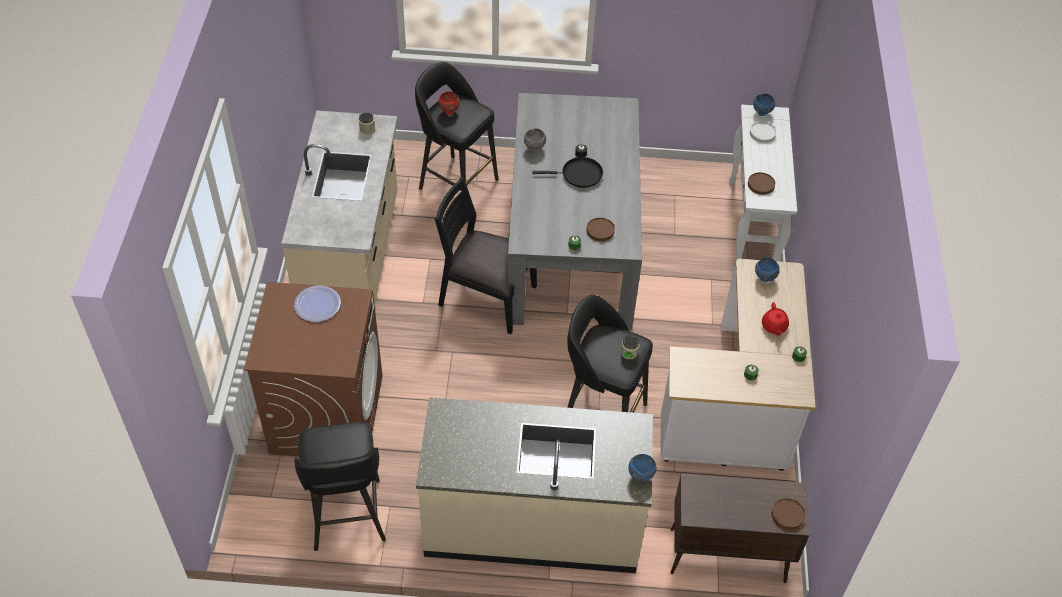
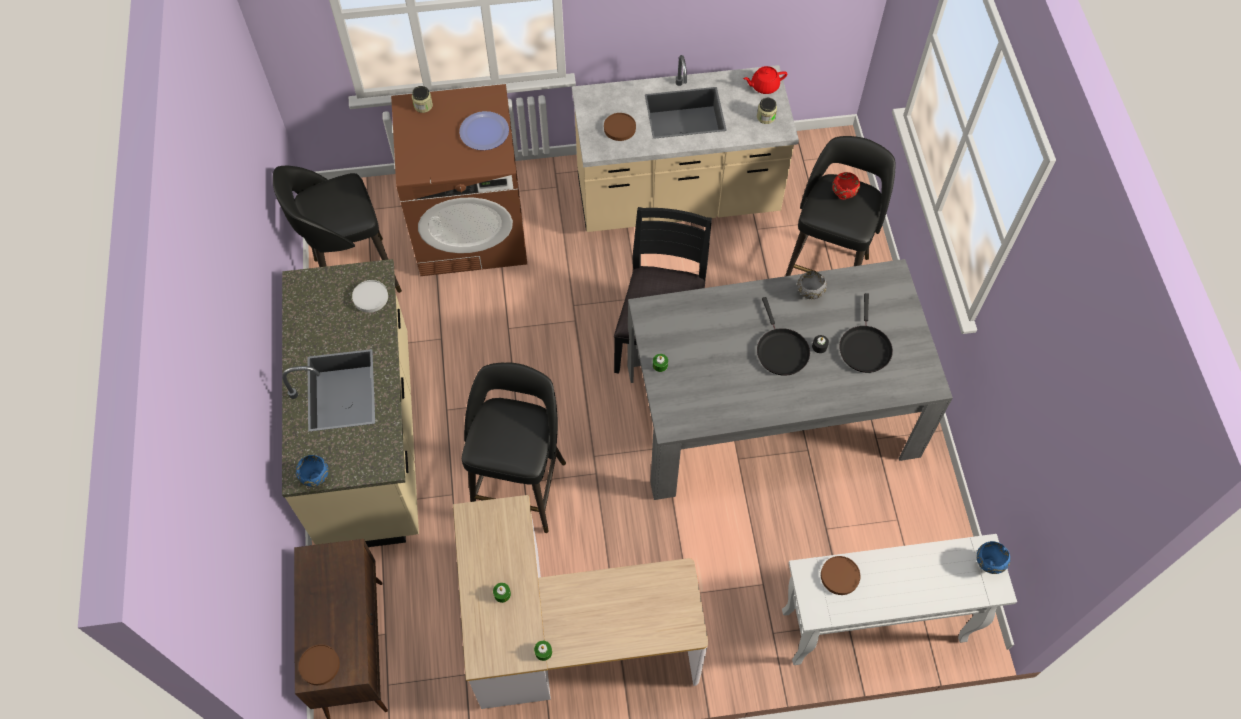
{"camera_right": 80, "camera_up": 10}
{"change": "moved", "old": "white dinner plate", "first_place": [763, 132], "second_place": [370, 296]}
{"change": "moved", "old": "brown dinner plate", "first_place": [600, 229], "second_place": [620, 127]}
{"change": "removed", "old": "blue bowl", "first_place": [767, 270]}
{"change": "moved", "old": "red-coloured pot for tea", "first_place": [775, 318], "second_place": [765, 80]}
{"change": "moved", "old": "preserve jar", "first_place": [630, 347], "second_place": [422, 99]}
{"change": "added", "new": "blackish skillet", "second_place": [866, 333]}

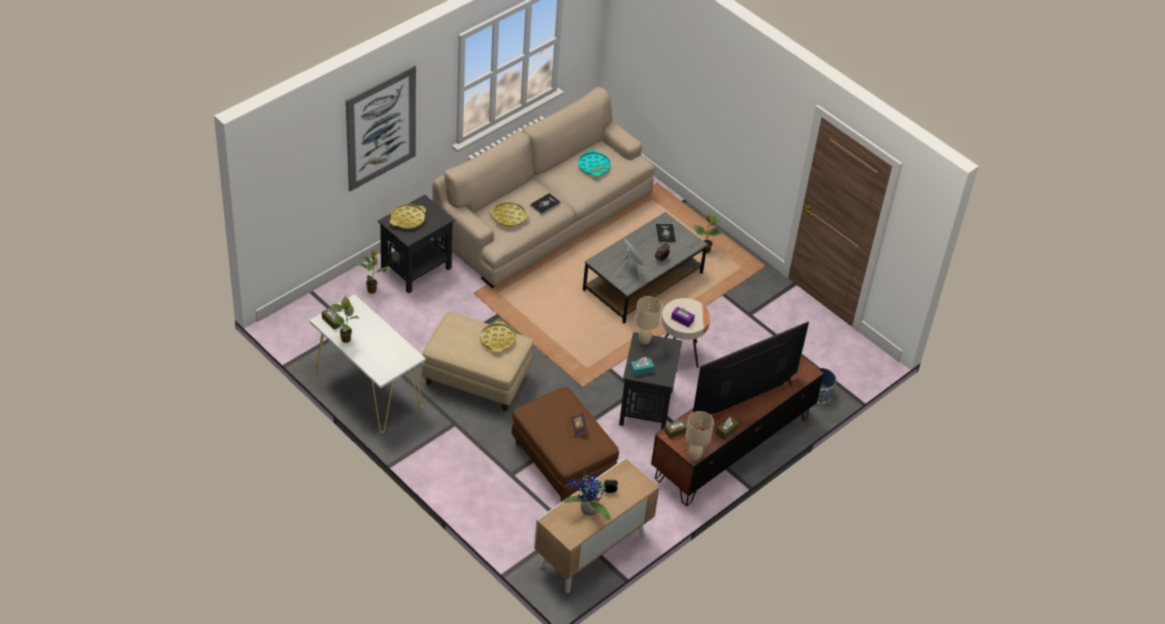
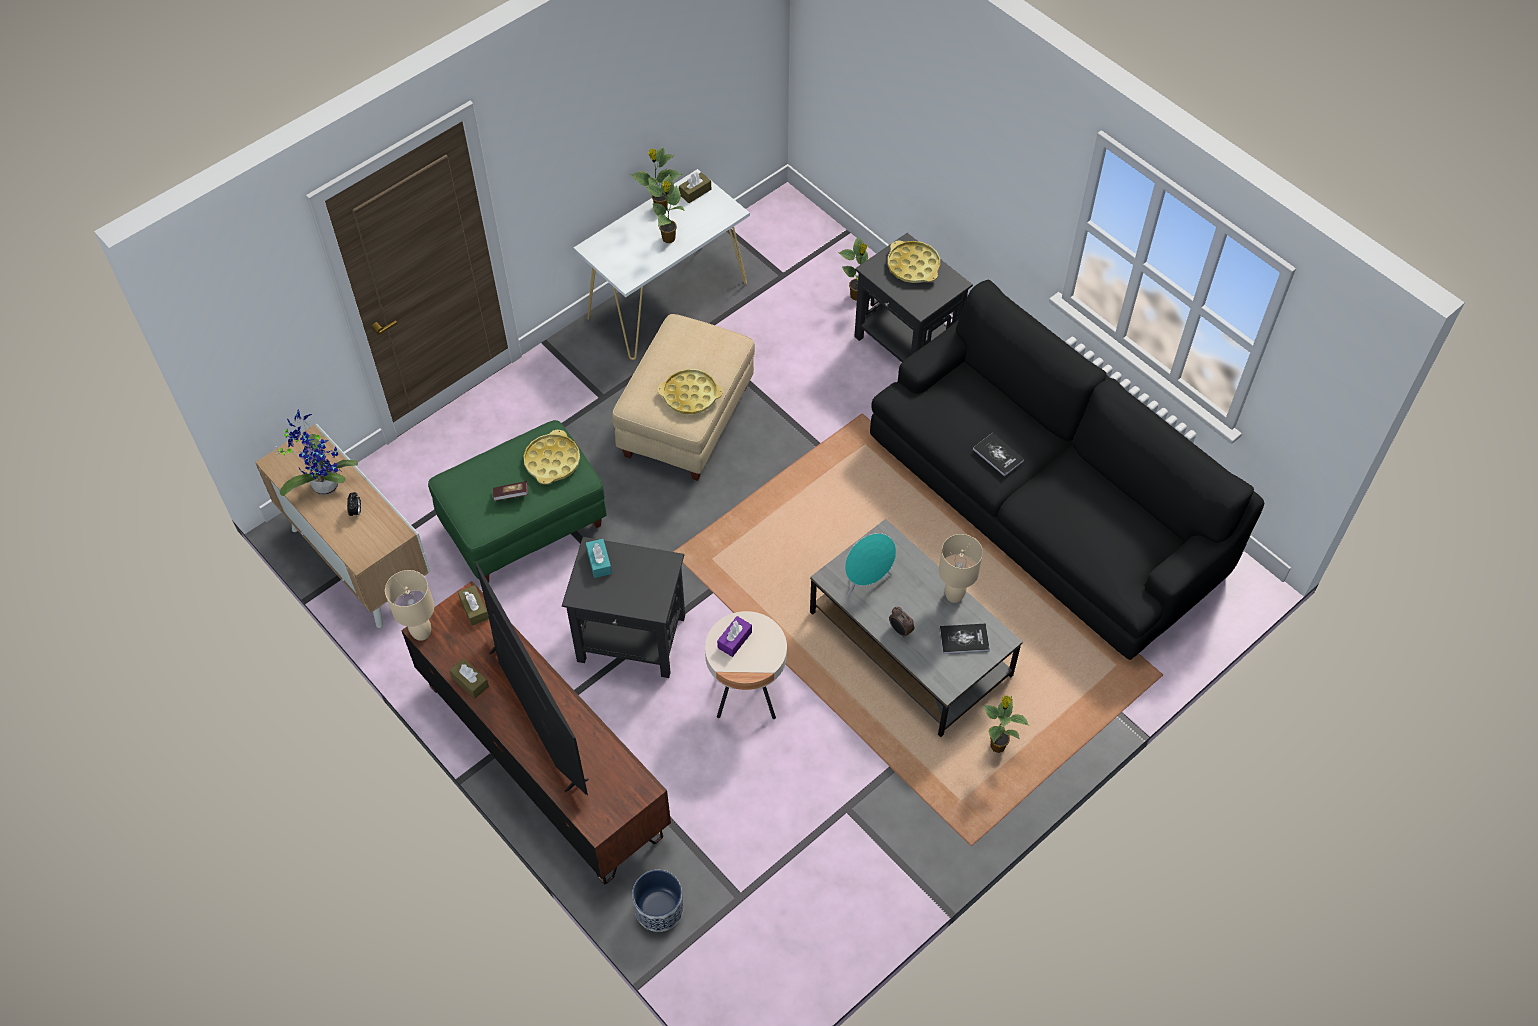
{"camera_right": 95, "camera_up": 10}
{"change": "removed", "old": "wall art", "first_place": [381, 128]}
{"change": "recoloured", "old": "sand-coloured settee", "new": "blackish settee", "first_place": [543, 187], "second_place": [1067, 470]}
{"change": "removed", "old": "turquoise tray", "first_place": [594, 163]}
{"change": "moved", "old": "yellowish tray", "first_place": [509, 214], "second_place": [551, 457]}
{"change": "moved", "old": "sand-coloured table lamp", "first_place": [648, 320], "second_place": [961, 568]}
{"change": "recoloured", "old": "brown ottoman", "new": "green ottoman", "first_place": [565, 444], "second_place": [517, 501]}
{"change": "added", "new": "potted plant", "second_place": [665, 208]}

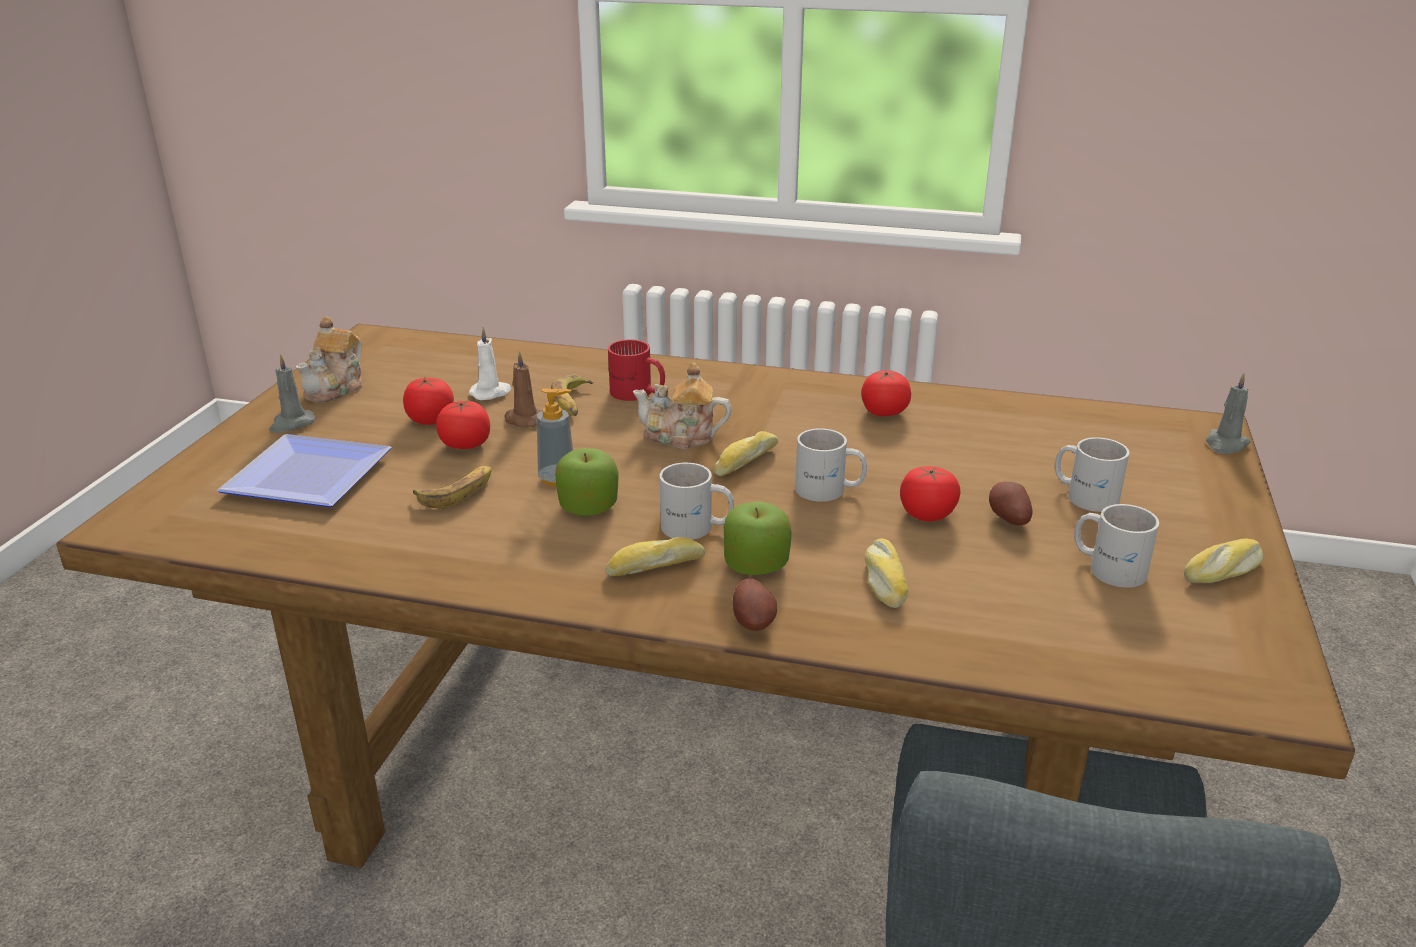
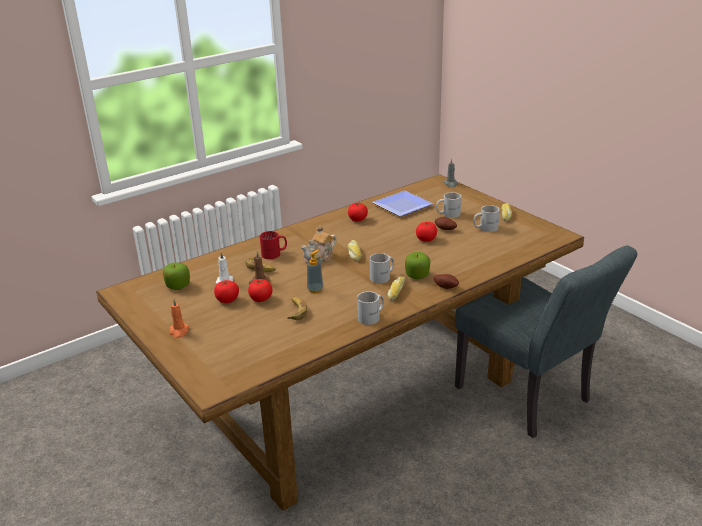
{"camera_right": -50, "camera_up": 0}
{"change": "removed", "old": "pot for tea", "first_place": [329, 359]}
{"change": "recoloured", "old": "gray wax light", "new": "orange wax light", "first_place": [292, 393], "second_place": [179, 318]}
{"change": "moved", "old": "white tea mug", "first_place": [831, 465], "second_place": [370, 308]}
{"change": "moved", "old": "dinner plate", "first_place": [304, 470], "second_place": [403, 204]}
{"change": "moved", "old": "whole apple", "first_place": [587, 482], "second_place": [176, 276]}
{"change": "removed", "old": "bread", "first_place": [886, 573]}

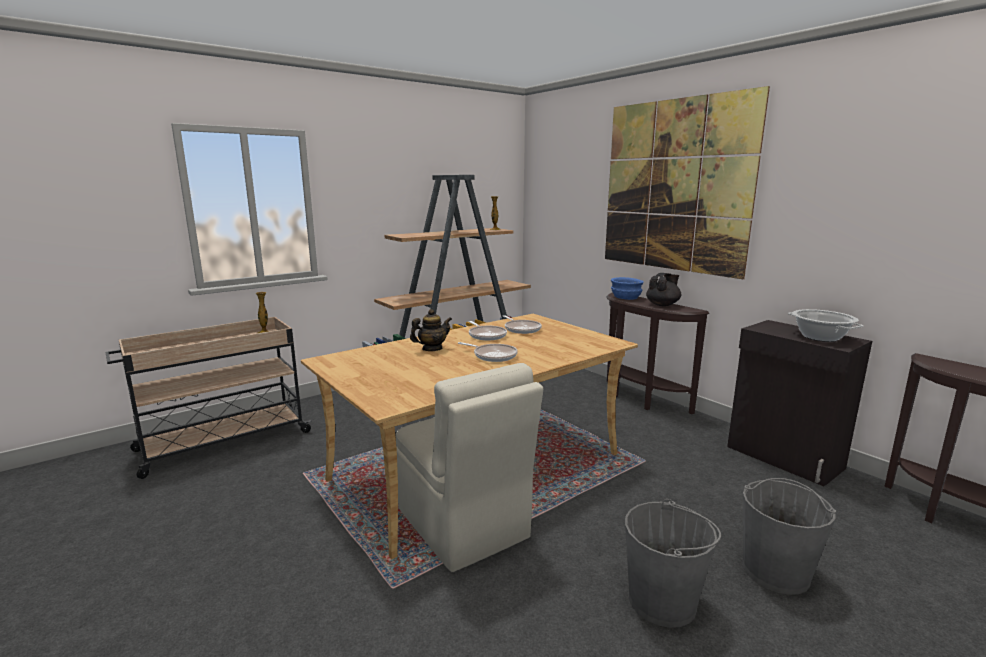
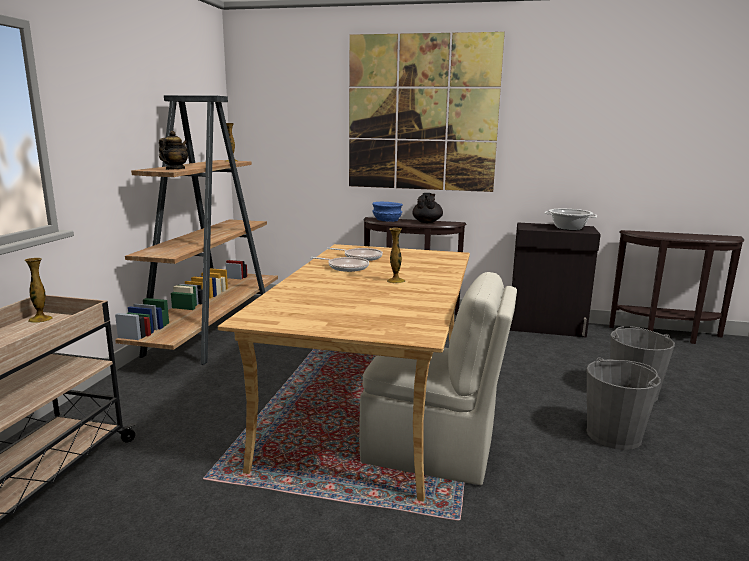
{"camera_right": -40, "camera_up": 0}
{"change": "moved", "old": "pot for tea", "first_place": [431, 330], "second_place": [173, 150]}
{"change": "replaced", "old": "skillet", "new": "flower vase", "first_place": [488, 352], "second_place": [396, 255]}

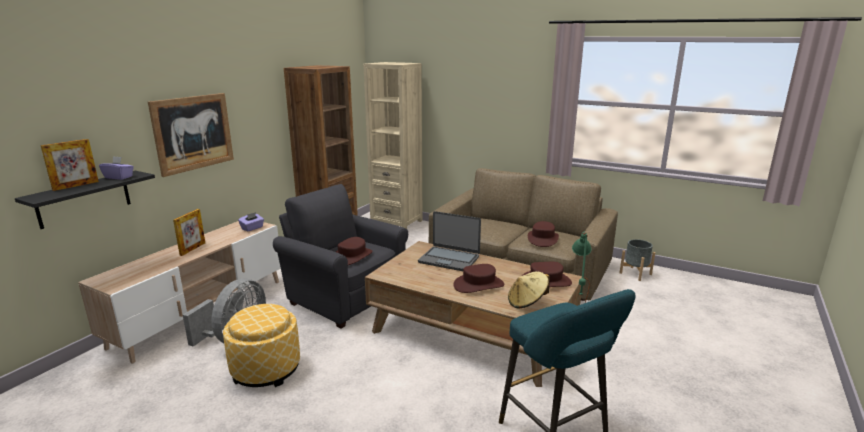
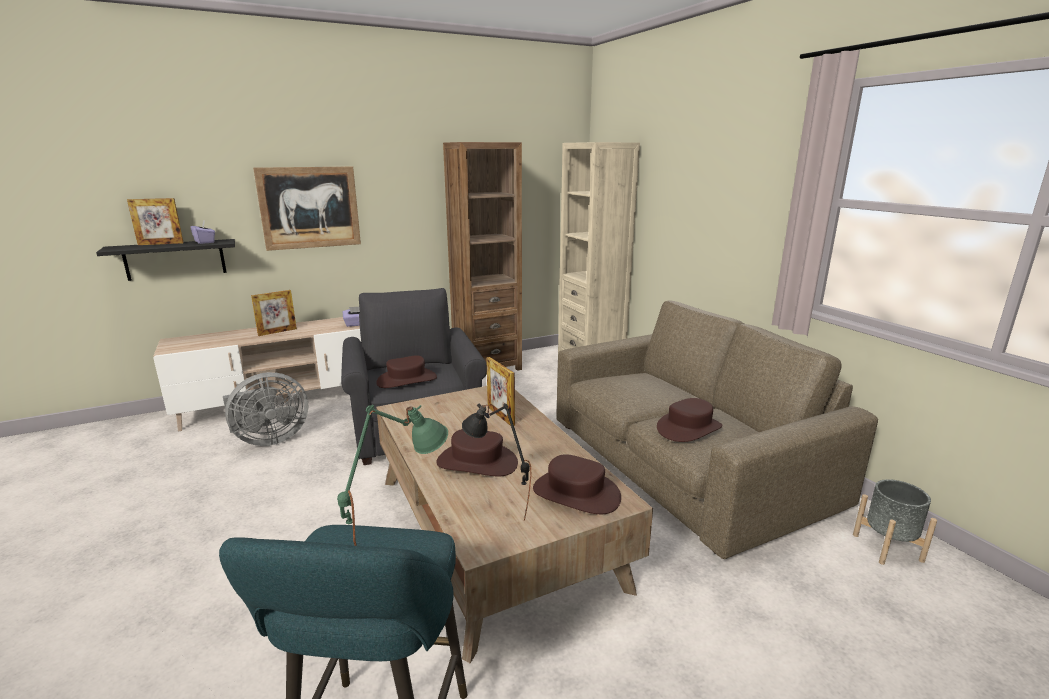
{"camera_right": 35, "camera_up": 0}
{"change": "replaced", "old": "laptop", "new": "picture frame", "first_place": [449, 241], "second_place": [500, 391]}
{"change": "replaced", "old": "sand-coloured wearable hat", "new": "blackish table lamp", "first_place": [529, 289], "second_place": [497, 462]}
{"change": "removed", "old": "ottoman", "first_place": [261, 345]}

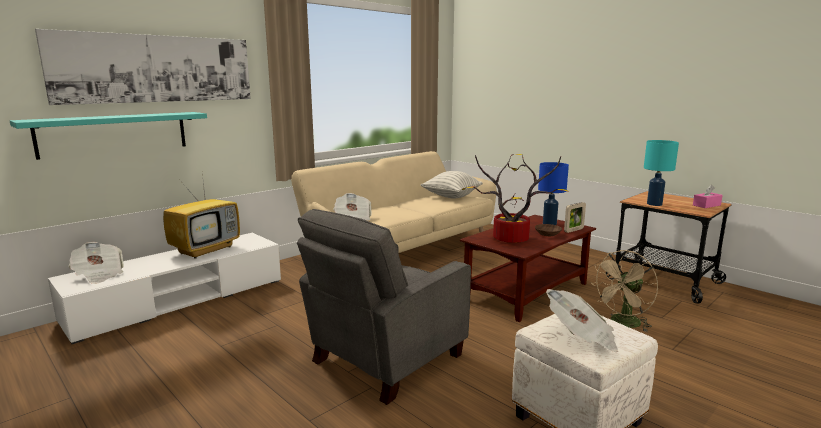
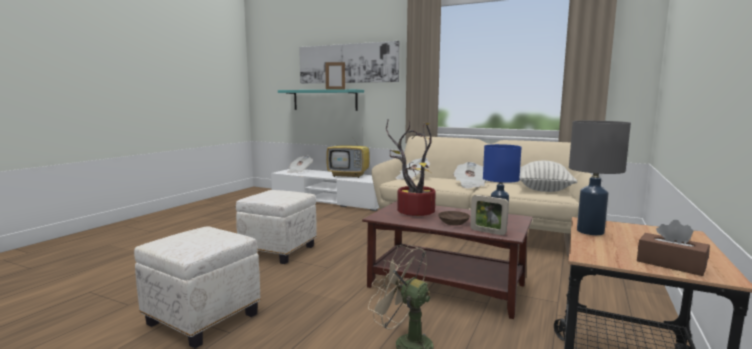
{"camera_right": 70, "camera_up": -5}
{"change": "recoloured", "old": "turquoise table lamp", "new": "gray table lamp", "first_place": [661, 173], "second_place": [600, 178]}
{"change": "recoloured", "old": "pinkish box of tissues", "new": "brown box of tissues", "first_place": [708, 196], "second_place": [673, 248]}
{"change": "replaced", "old": "gray armchair", "new": "white ottoman", "first_place": [384, 307], "second_place": [276, 227]}
{"change": "moved", "old": "daily paper", "first_place": [582, 320], "second_place": [470, 175]}
{"change": "added", "new": "picture frame", "second_place": [335, 75]}

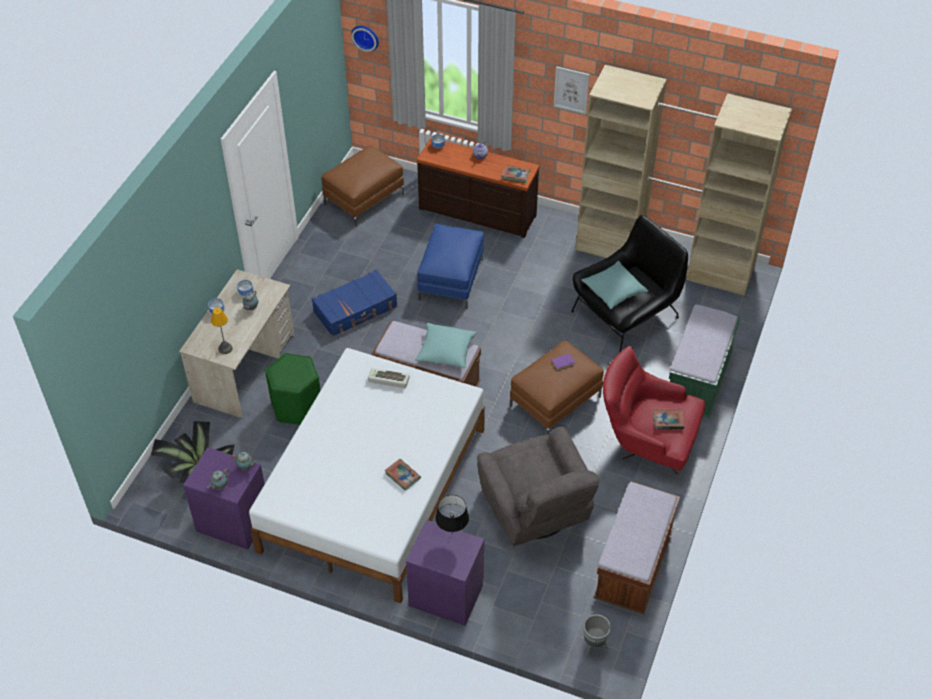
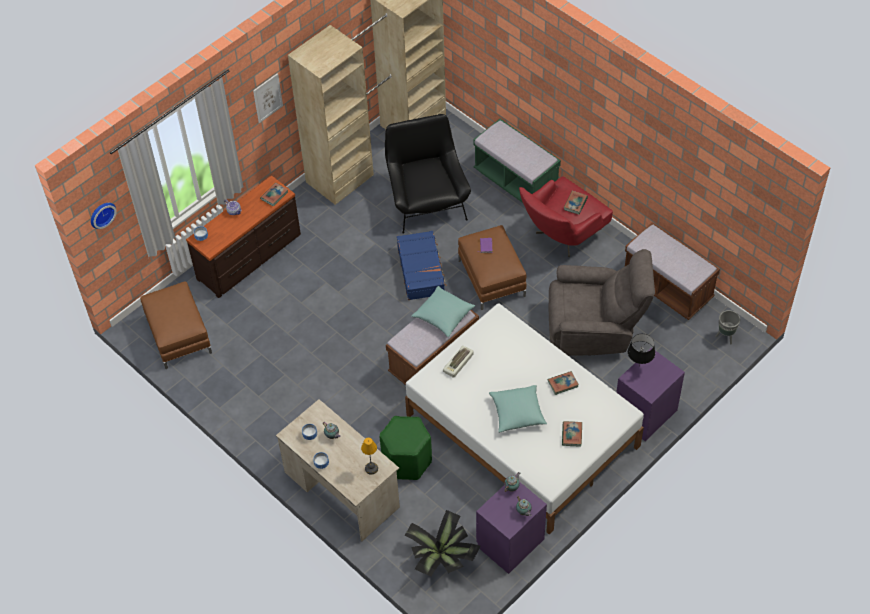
{"camera_right": -65, "camera_up": 5}
{"change": "removed", "old": "blue ottoman", "first_place": [450, 266]}
{"change": "moved", "old": "turquoise throw pillow", "first_place": [615, 285], "second_place": [518, 409]}
{"change": "moved", "old": "blue suitcase", "first_place": [354, 303], "second_place": [422, 265]}
{"change": "added", "new": "bound book", "second_place": [572, 434]}

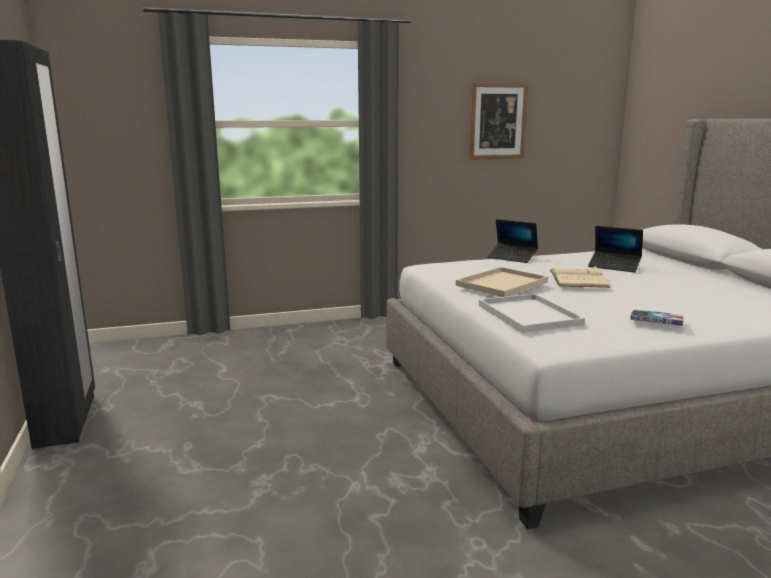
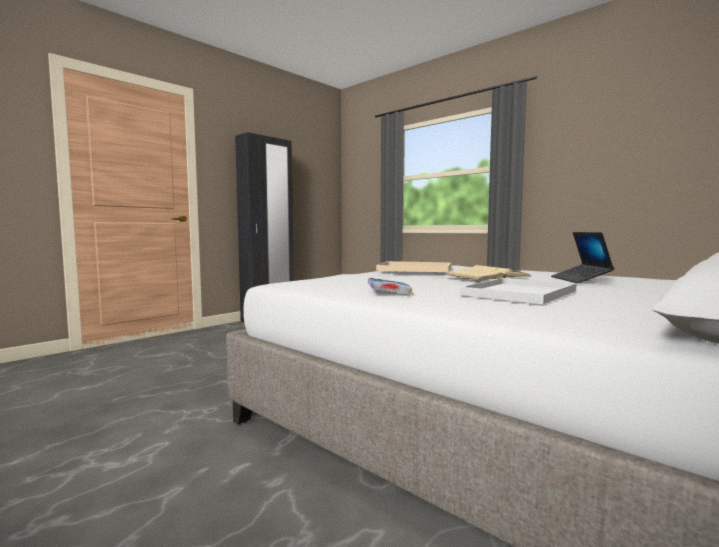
{"camera_right": 60, "camera_up": -10}
{"change": "removed", "old": "wall art", "first_place": [498, 121]}
{"change": "removed", "old": "laptop", "first_place": [512, 241]}
{"change": "moved", "old": "white tray", "first_place": [532, 313], "second_place": [518, 291]}

